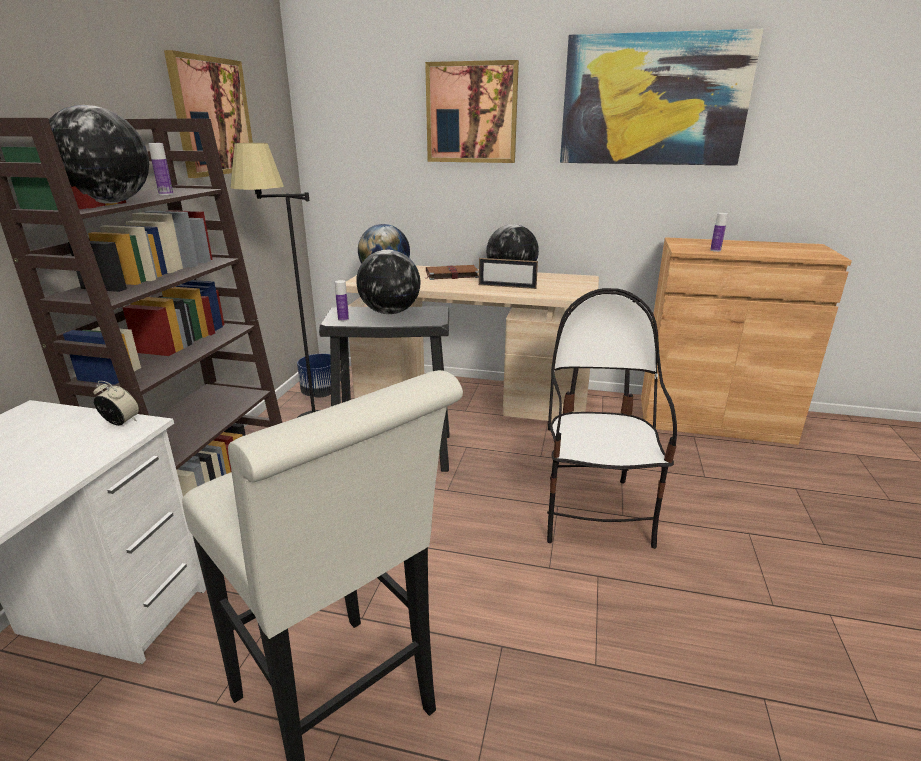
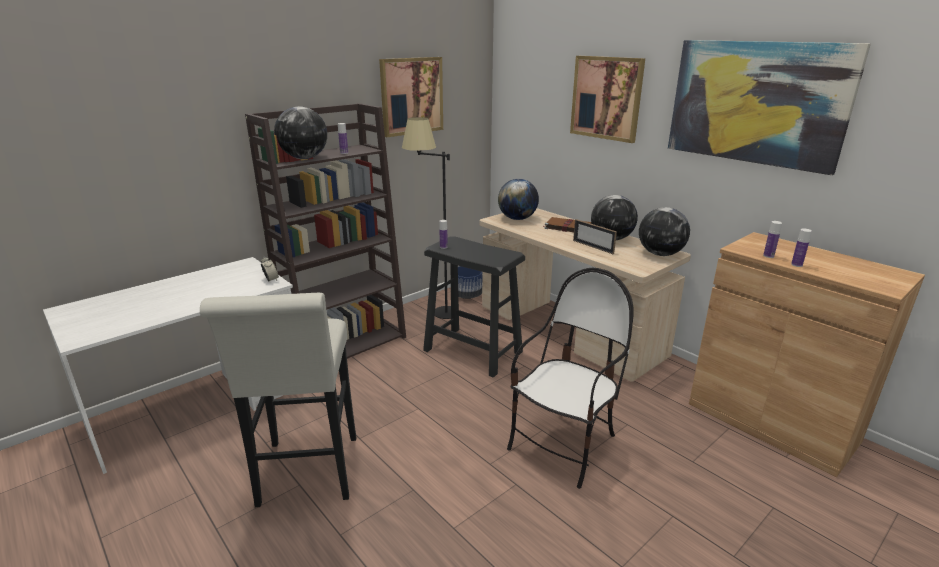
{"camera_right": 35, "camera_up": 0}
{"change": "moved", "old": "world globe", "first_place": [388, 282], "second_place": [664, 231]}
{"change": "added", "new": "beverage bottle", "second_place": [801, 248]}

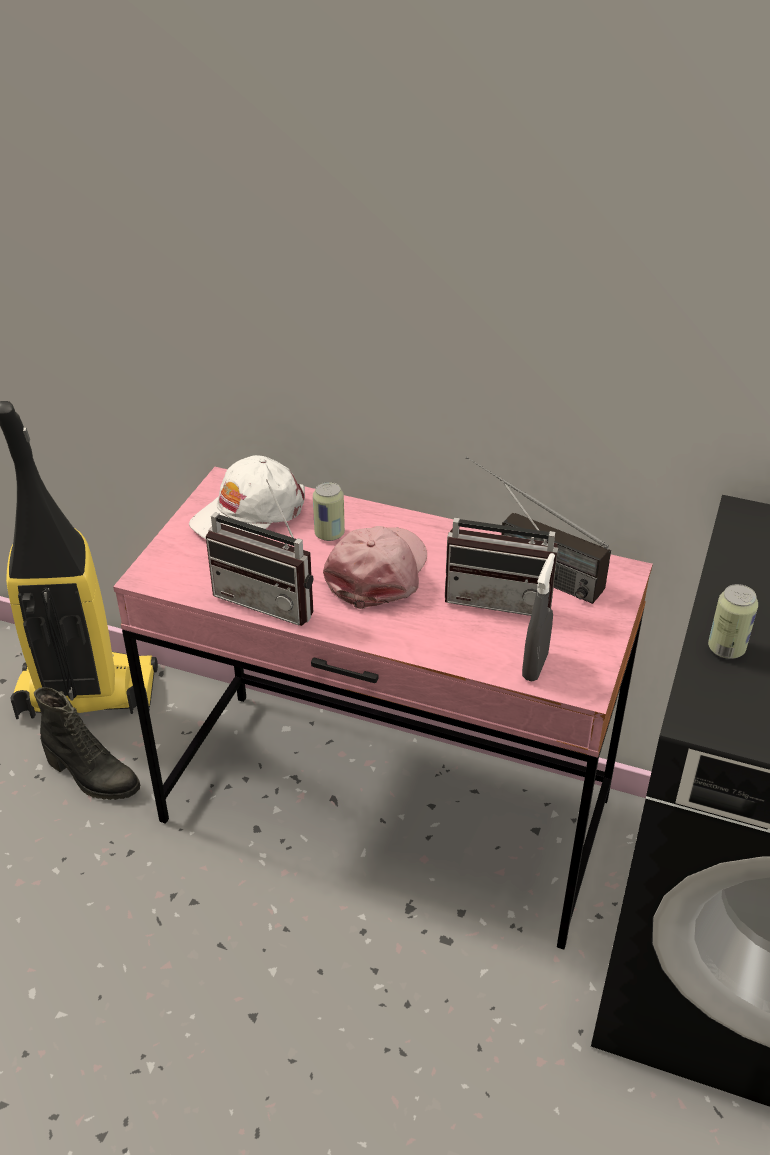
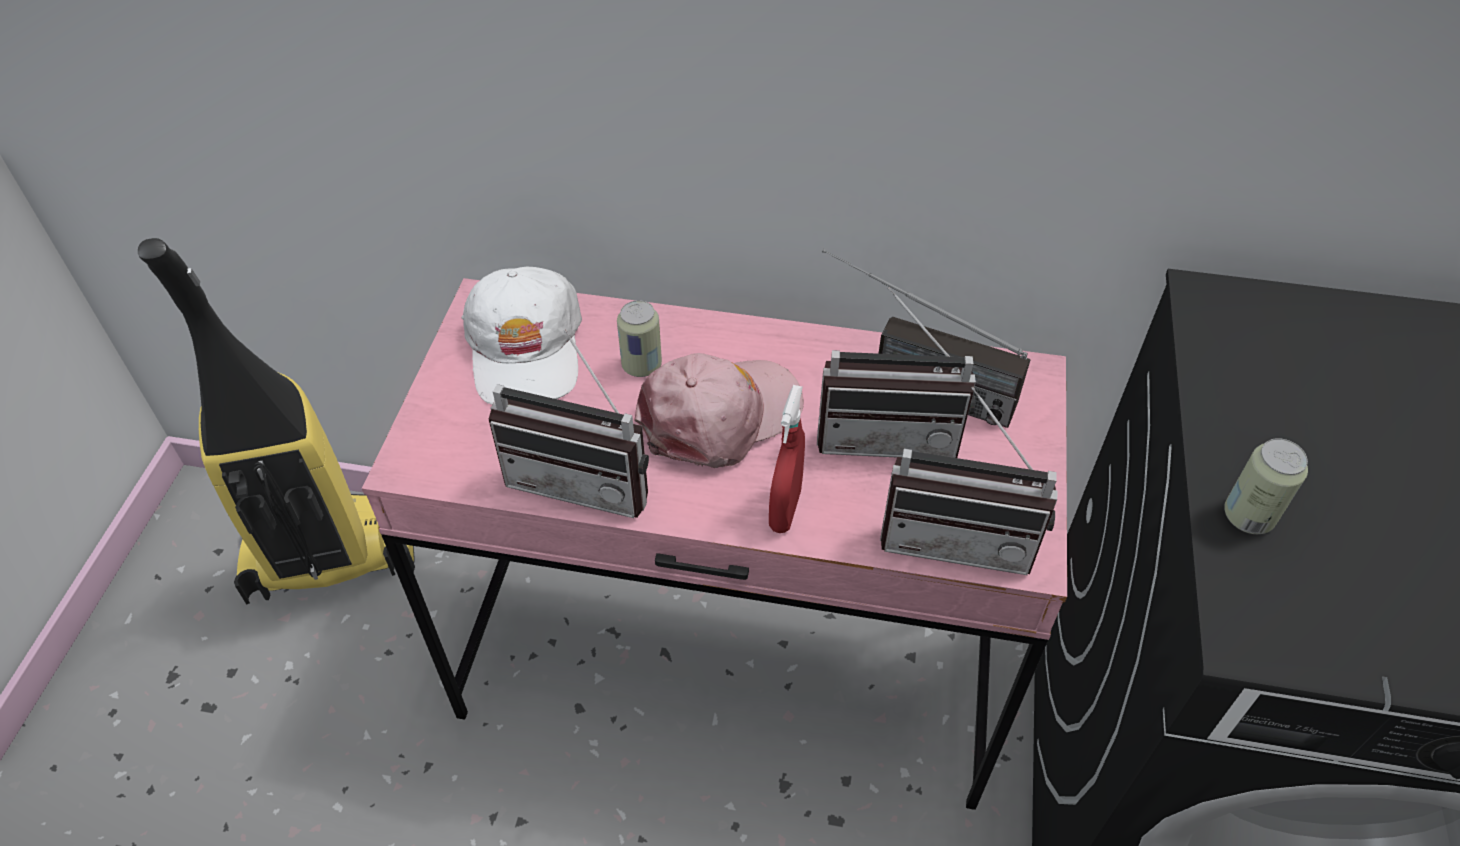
{"camera_right": -10, "camera_up": 10}
{"change": "turned", "old": "white cap", "first_place": [247, 497], "second_place": [522, 335], "degrees": -45}
{"change": "turned", "old": "pinkish cap", "first_place": [375, 567], "second_place": [719, 410], "degrees": 45}
{"change": "replaced", "old": "gray sprayer", "new": "radio set", "first_place": [538, 617], "second_place": [968, 481]}
{"change": "removed", "old": "blackish tall boot", "first_place": [87, 743]}
{"change": "added", "new": "red-coloured sprayer", "second_place": [787, 459]}

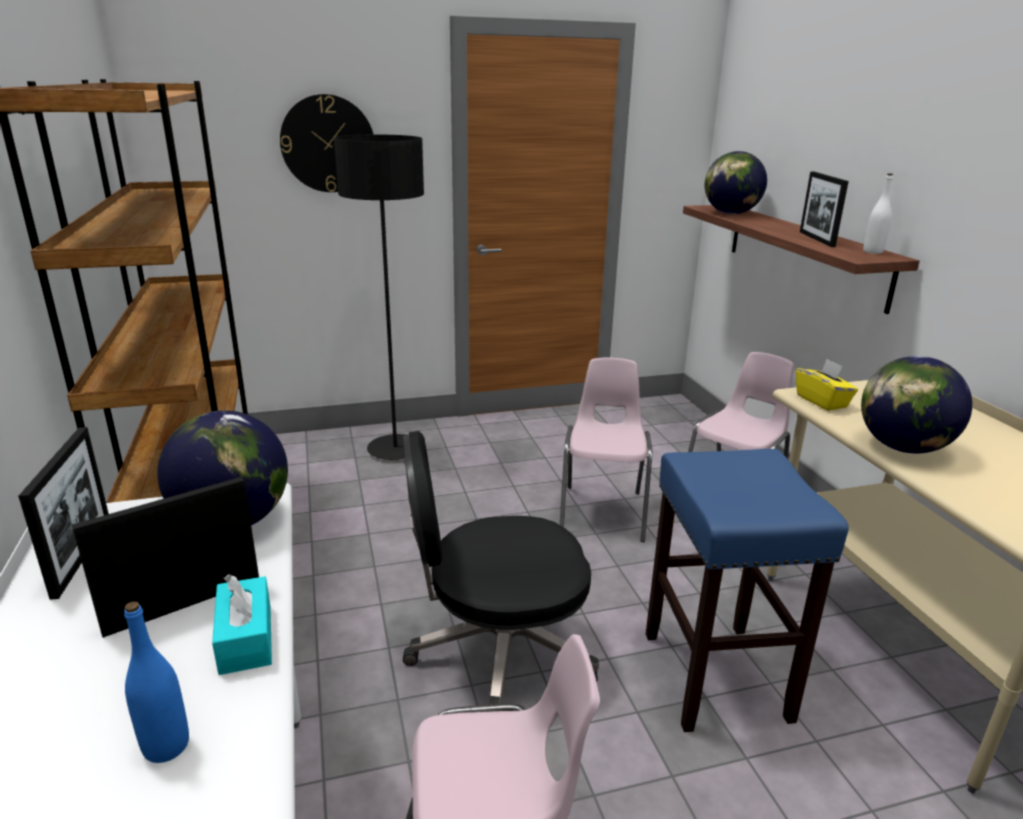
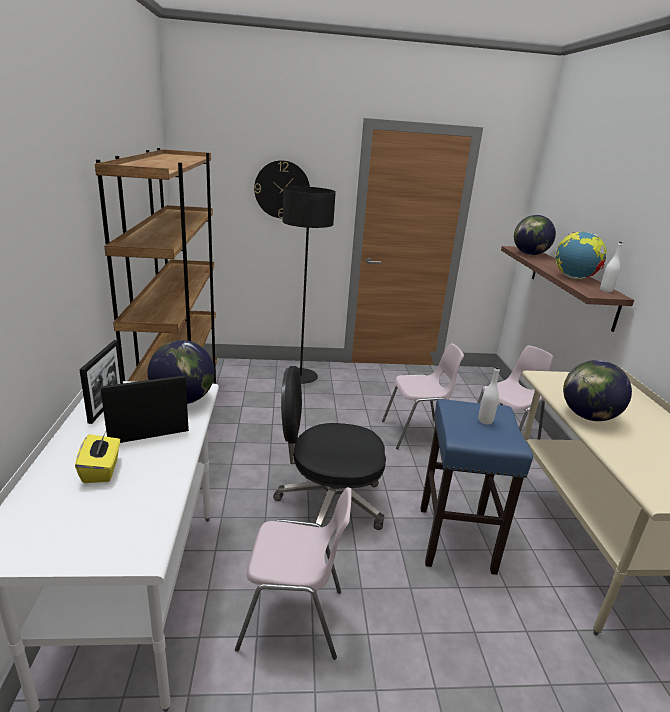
{"camera_right": 10, "camera_up": 0}
{"change": "replaced", "old": "picture frame", "new": "world globe", "first_place": [824, 209], "second_place": [581, 255]}
{"change": "turned", "old": "pinkish chair", "first_place": [606, 450], "second_place": [423, 396], "degrees": 60}
{"change": "moved", "old": "yellowish box of tissues", "first_place": [827, 385], "second_place": [97, 458]}
{"change": "removed", "old": "turquoise box of tissues", "first_place": [242, 624]}
{"change": "removed", "old": "blue beverage bottle", "first_place": [156, 682]}
{"change": "added", "new": "white beverage bottle", "second_place": [489, 395]}

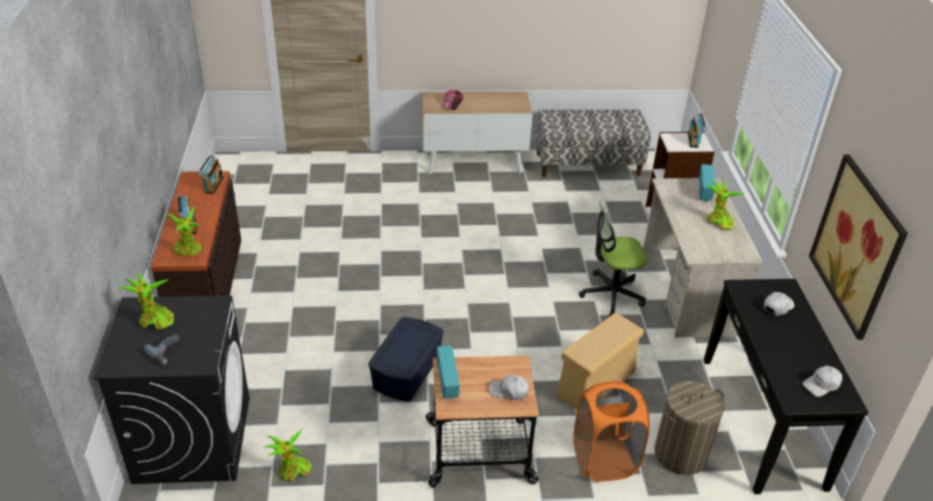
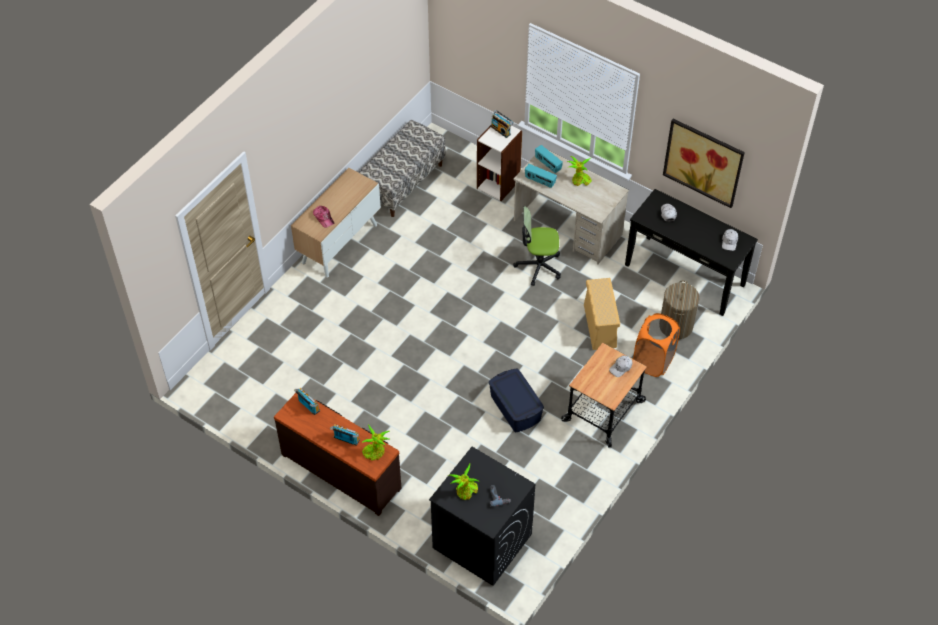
{"camera_right": -50, "camera_up": 15}
{"change": "turned", "old": "computer chair", "first_place": [613, 258], "second_place": [537, 246], "degrees": 60}
{"change": "moved", "old": "radio set", "first_place": [448, 372], "second_place": [541, 176]}
{"change": "removed", "old": "potted plant", "first_place": [288, 454]}

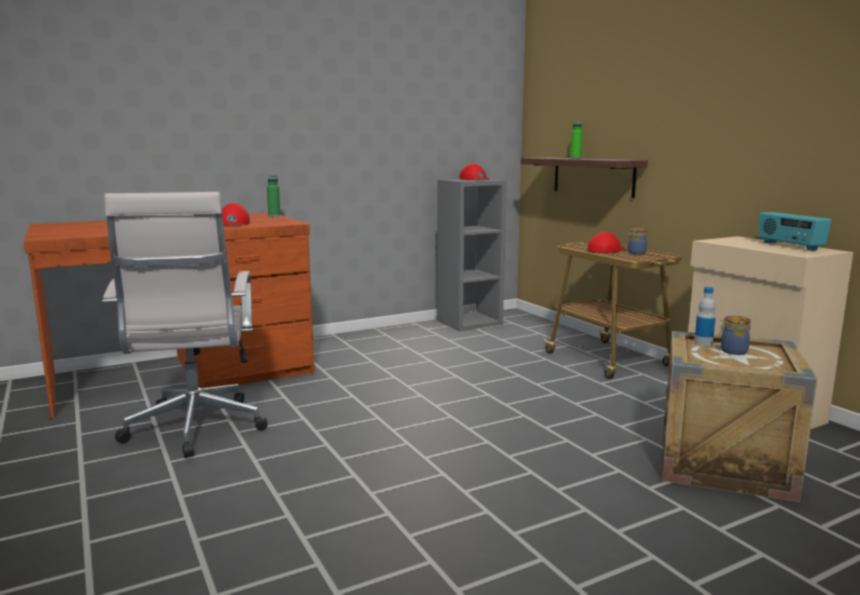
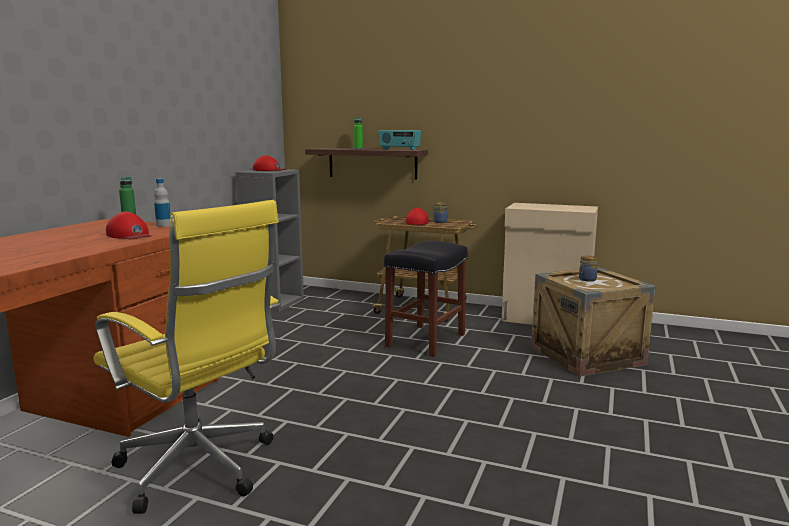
{"camera_right": -40, "camera_up": 0}
{"change": "recoloured", "old": "white computer chair", "new": "yellowish computer chair", "first_place": [184, 325], "second_place": [187, 357]}
{"change": "moved", "old": "radio set", "first_place": [795, 231], "second_place": [399, 140]}
{"change": "moved", "old": "beverage bottle", "first_place": [705, 316], "second_place": [162, 203]}
{"change": "added", "new": "blackish sitting stool", "second_place": [426, 299]}

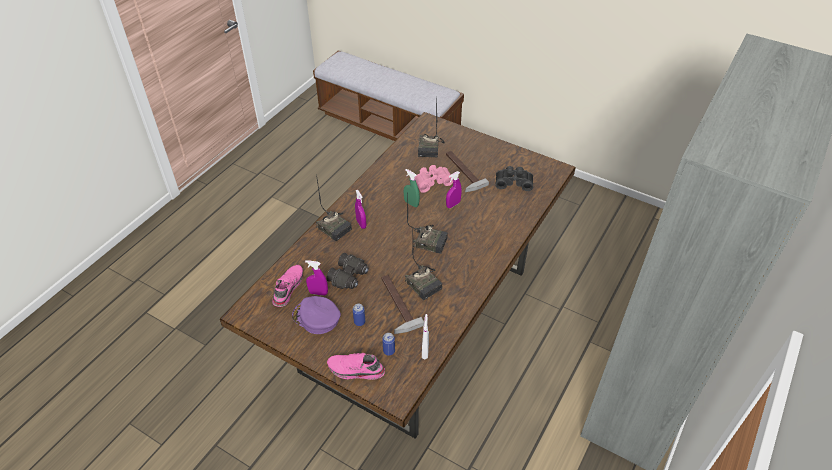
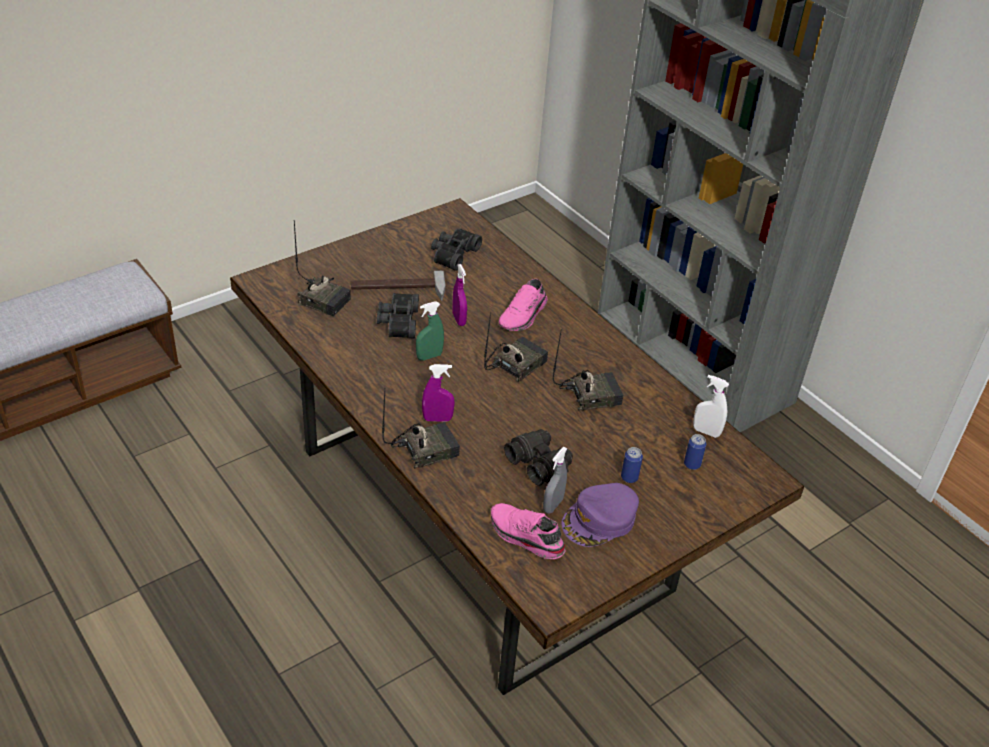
{"camera_right": -70, "camera_up": -5}
{"change": "recoloured", "old": "pinkish field glasses", "new": "blackish field glasses", "first_place": [434, 179], "second_place": [398, 316]}
{"change": "recoloured", "old": "purplish sprayer", "new": "gray sprayer", "first_place": [316, 278], "second_place": [555, 480]}
{"change": "removed", "old": "hammer", "first_place": [402, 304]}
{"change": "moved", "old": "pinkish low shoe", "first_place": [356, 366], "second_place": [523, 305]}

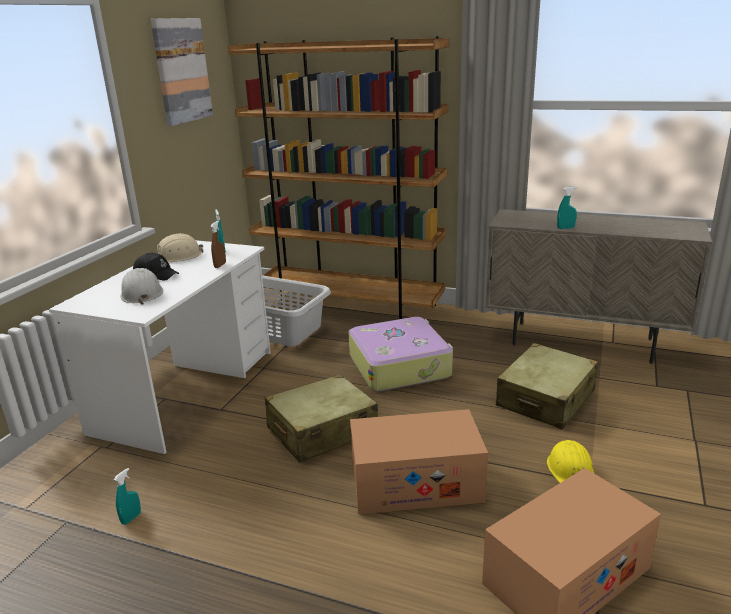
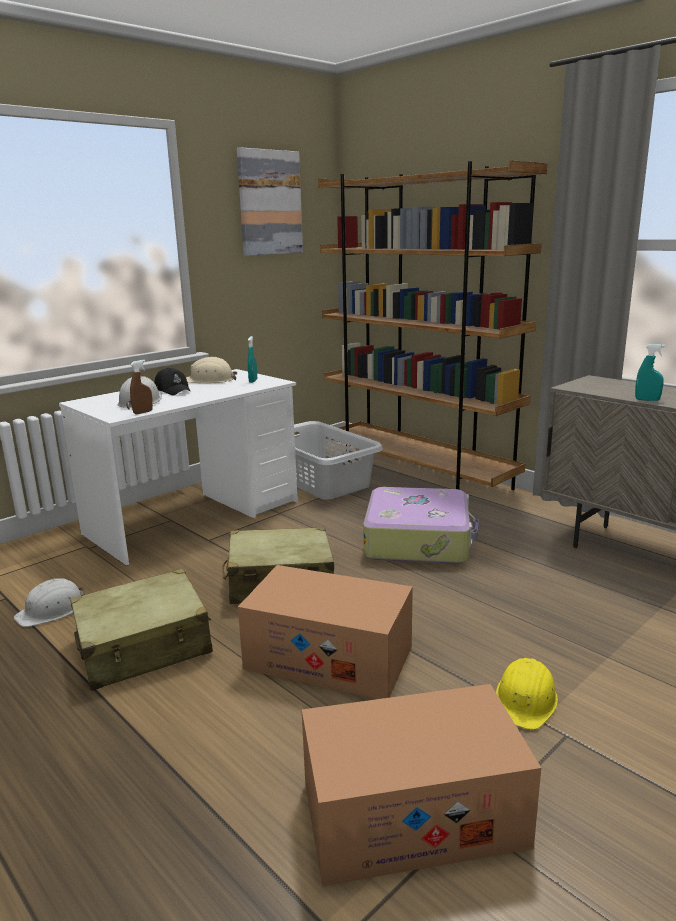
{"camera_right": 25, "camera_up": -5}
{"change": "moved", "old": "brown sprayer", "first_place": [218, 244], "second_place": [141, 387]}
{"change": "moved", "old": "sand-coloured suitcase", "first_place": [547, 386], "second_place": [141, 630]}
{"change": "replaced", "old": "turquoise sprayer", "new": "white hard hat", "first_place": [127, 496], "second_place": [49, 602]}

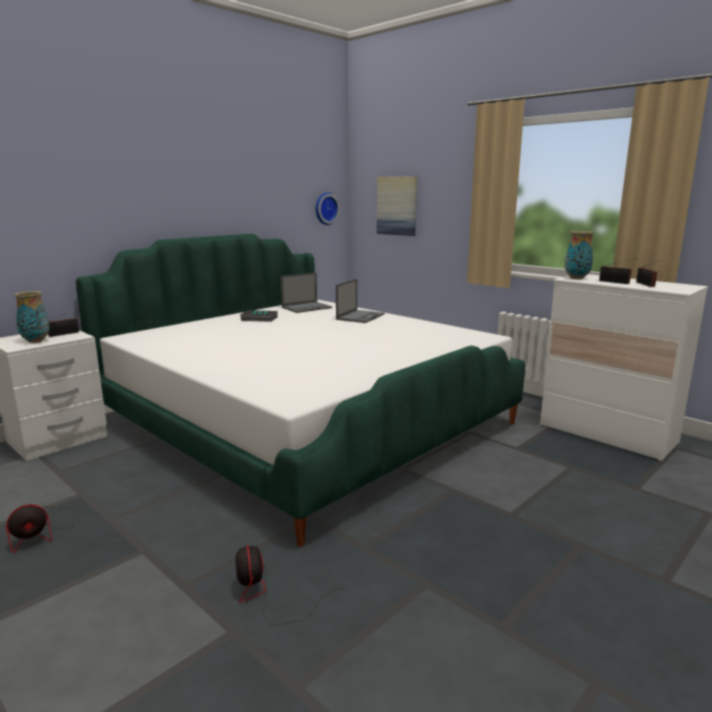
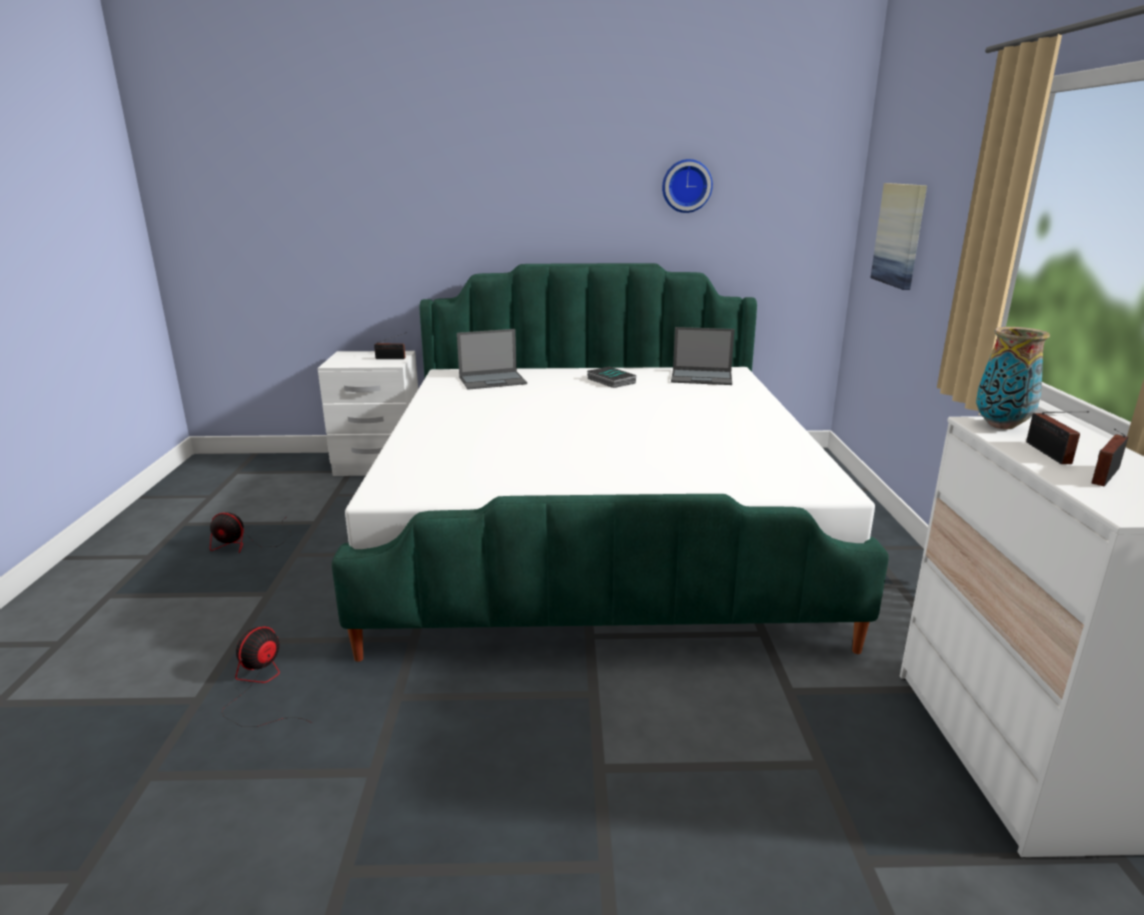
{"camera_right": 45, "camera_up": 5}
{"change": "moved", "old": "hanging clock", "first_place": [328, 208], "second_place": [687, 186]}
{"change": "moved", "old": "laptop", "first_place": [360, 301], "second_place": [492, 359]}
{"change": "removed", "old": "flower vase", "first_place": [32, 317]}

